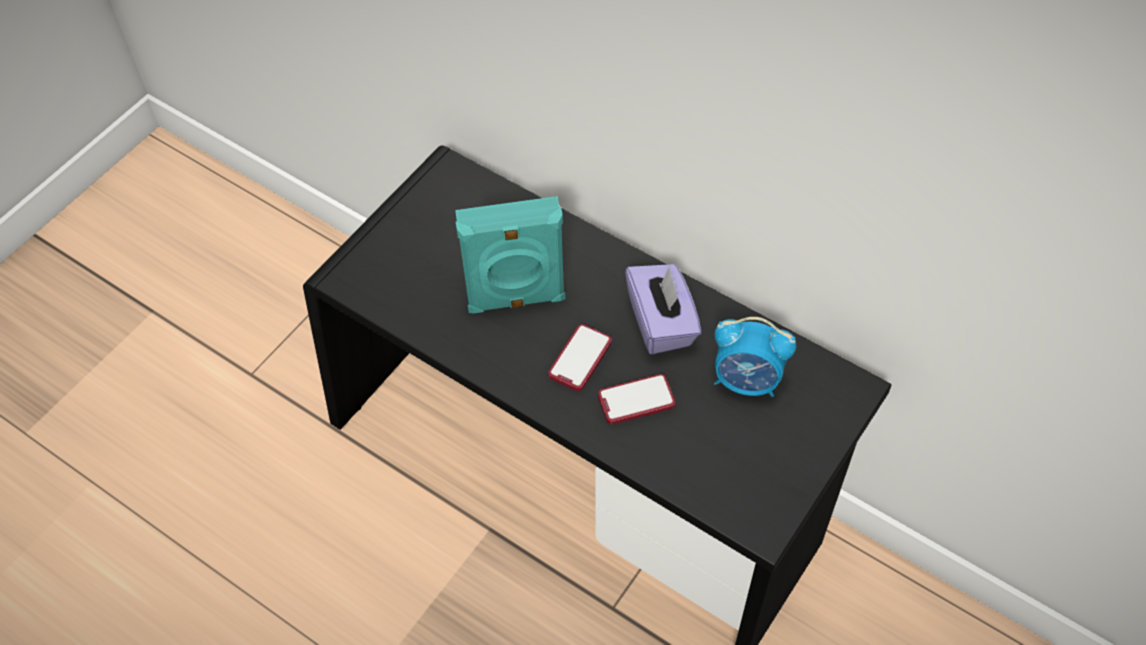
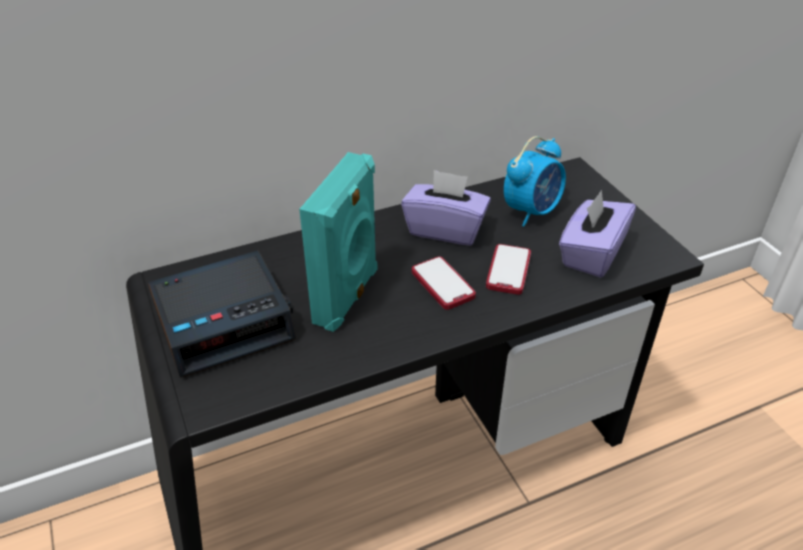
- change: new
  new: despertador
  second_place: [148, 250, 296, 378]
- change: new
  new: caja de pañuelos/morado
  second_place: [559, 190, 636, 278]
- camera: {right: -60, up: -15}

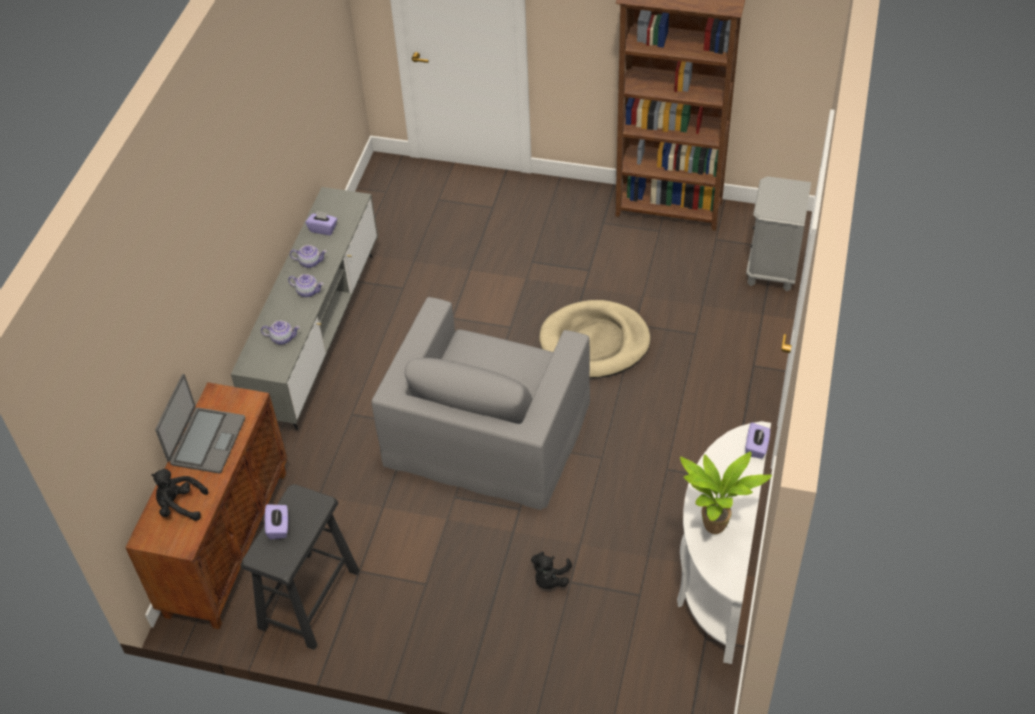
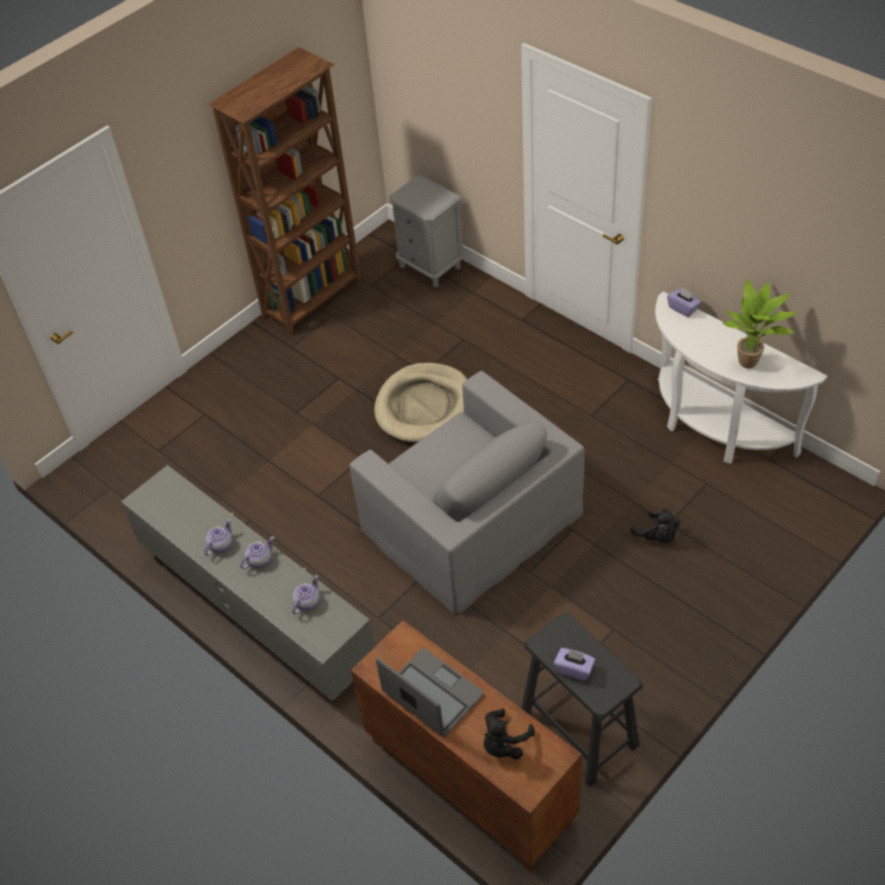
- change: gone
  old: caja de pañuelos/morado
  first_place: [306, 211, 337, 235]
- camera: {right: -60, up: 0}

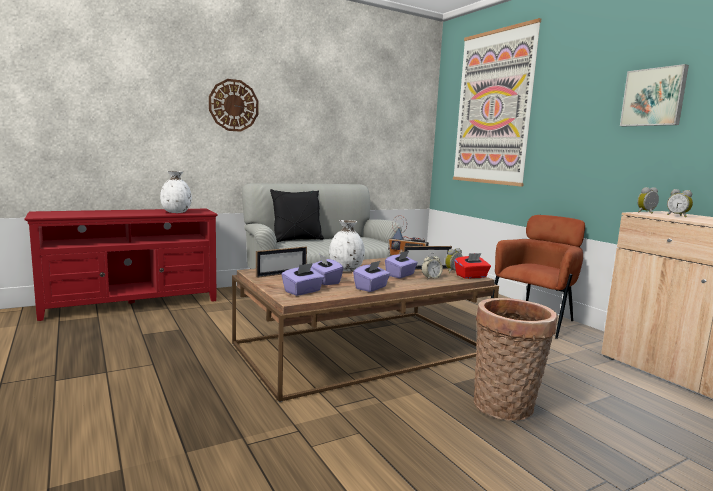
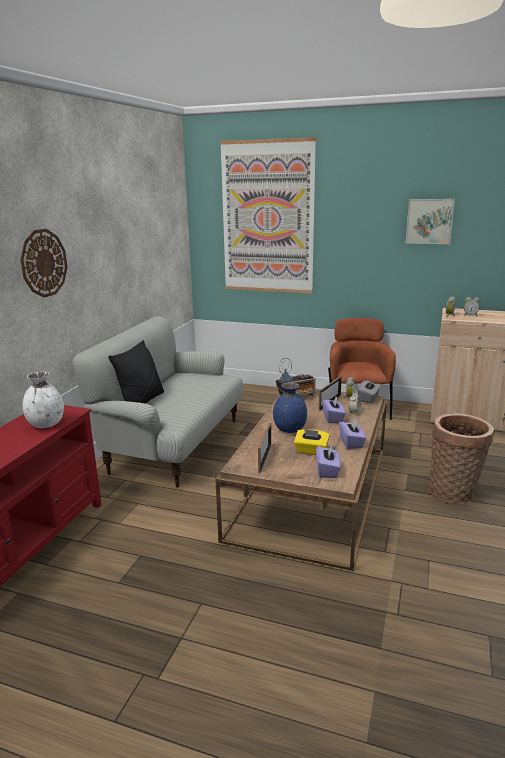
- change: repainted
  old: florero/blanco
  new: florero/azul
  first_place: [329, 220, 365, 272]
  second_place: [273, 382, 307, 433]
- change: repainted
  old: caja de pañuelos/morado
  new: caja de pañuelos/amarillo
  first_place: [311, 255, 343, 285]
  second_place: [294, 429, 330, 455]
- change: repainted
  old: caja de pañuelos/rojo
  new: caja de pañuelos/gris
  first_place: [454, 253, 491, 279]
  second_place: [357, 379, 381, 403]
- camera: {right: -40, up: 10}

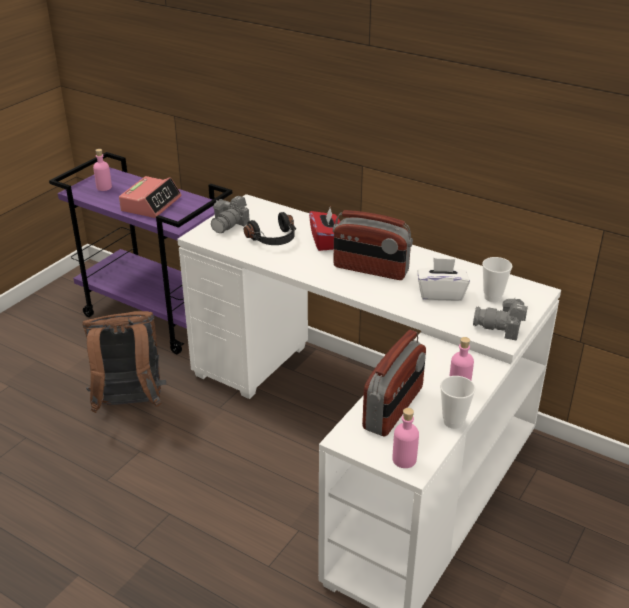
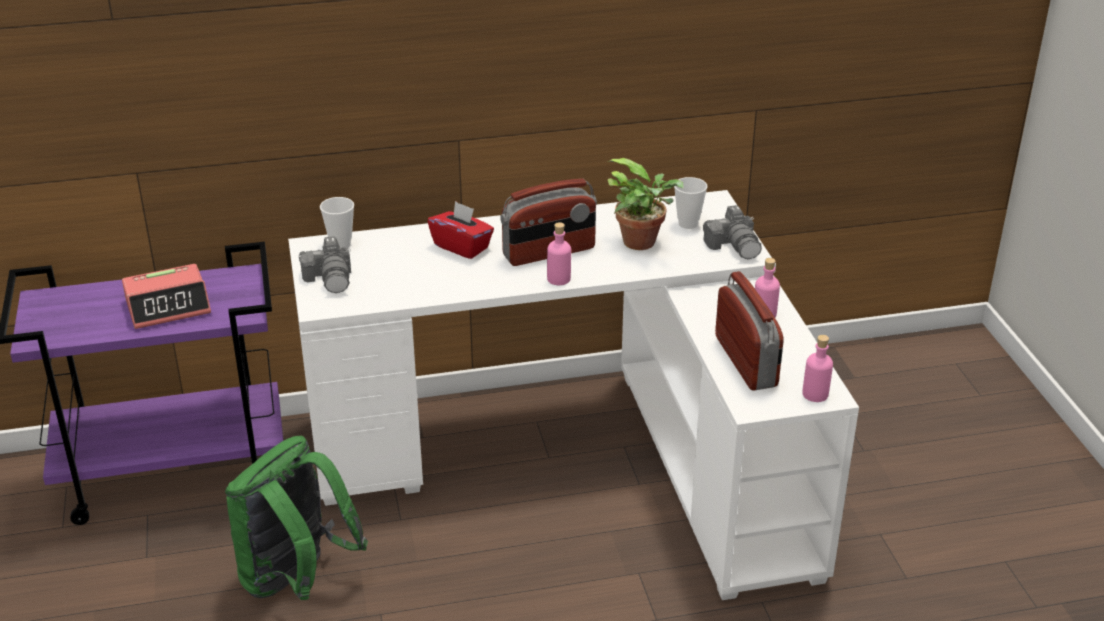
- change: rotated
  old: despertador
  first_place: [119, 176, 182, 218]
  second_place: [122, 264, 211, 329]
  degrees: 90
- change: repainted
  old: mochila/marrón
  new: mochila/verde
  first_place: [82, 311, 166, 413]
  second_place: [225, 436, 368, 600]
- change: shifted
  old: taza
  first_place: [440, 376, 476, 429]
  second_place: [320, 197, 354, 248]
- change: shifted
  old: botella/rosa
  first_place: [93, 149, 112, 191]
  second_place: [547, 222, 571, 285]
- change: swapped
  old: caja de pañuelos/blanco
  new: planta en maceta
  first_place: [418, 258, 470, 301]
  second_place: [608, 158, 684, 250]
- change: rotated
  old: cámara
  first_place: [473, 297, 528, 340]
  second_place: [703, 205, 762, 259]
  degrees: -75
- change: gone
  old: auriculares/negro
  first_place: [244, 212, 296, 245]
- camera: {right: -45, up: 0}

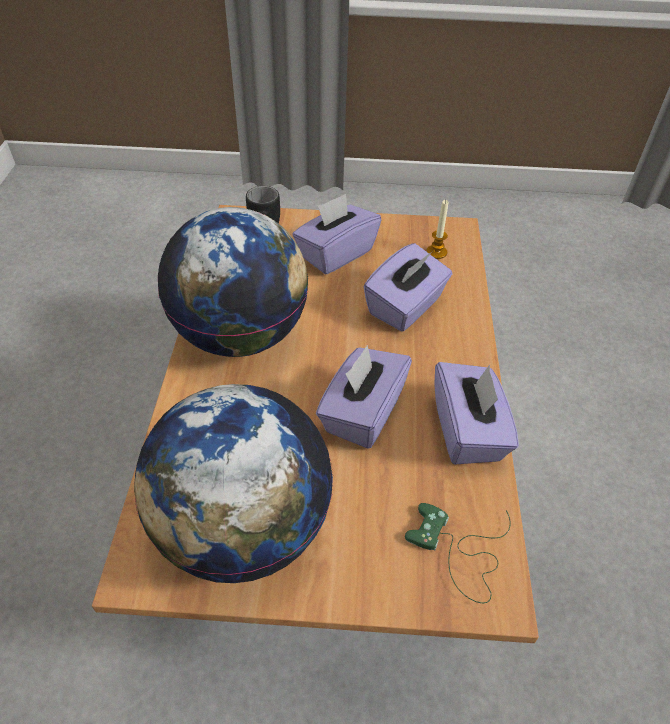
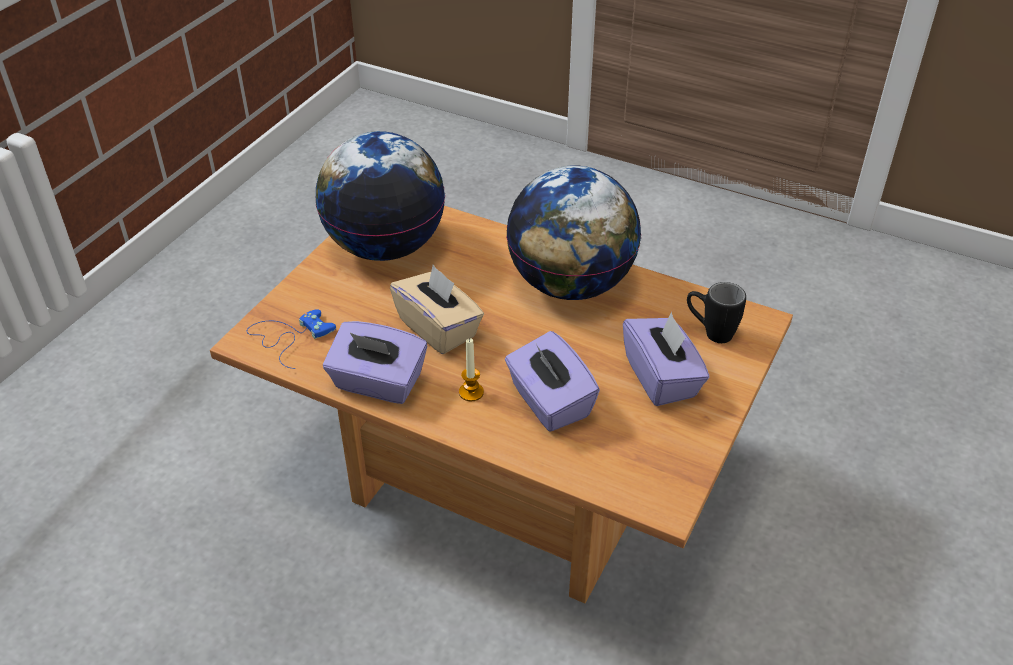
- change: repainted
  old: mando de consola/verde
  new: mando de consola/azul
  first_place: [405, 503, 511, 603]
  second_place: [247, 309, 336, 369]
- change: repainted
  old: caja de pañuelos/morado
  new: caja de pañuelos/beis
  first_place: [316, 345, 412, 449]
  second_place: [390, 265, 484, 354]
- change: shifted
  old: vela
  first_place: [427, 200, 449, 259]
  second_place: [459, 338, 484, 401]
- camera: {right: 115, up: -5}

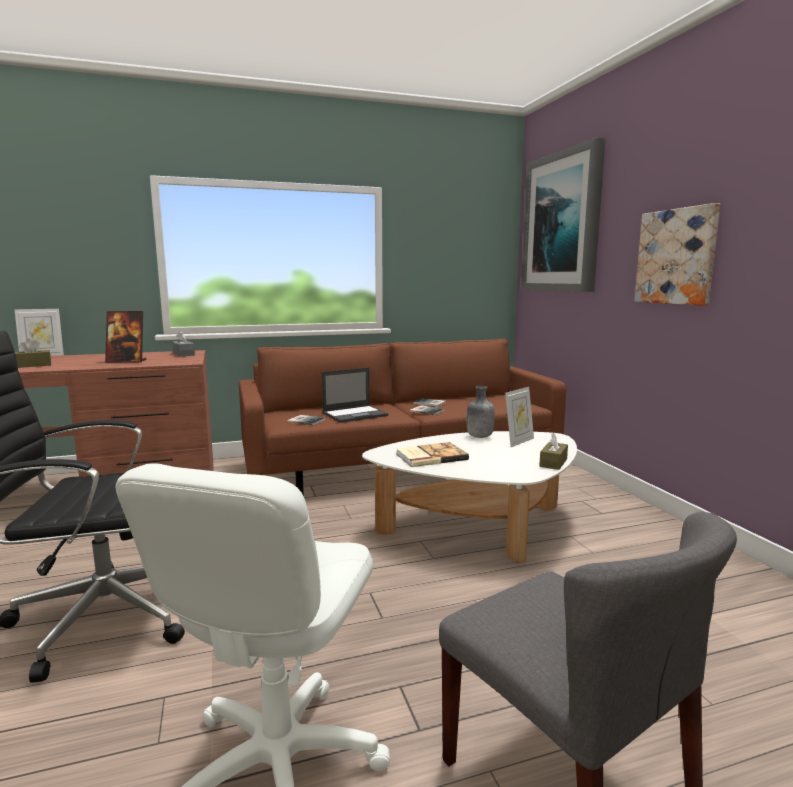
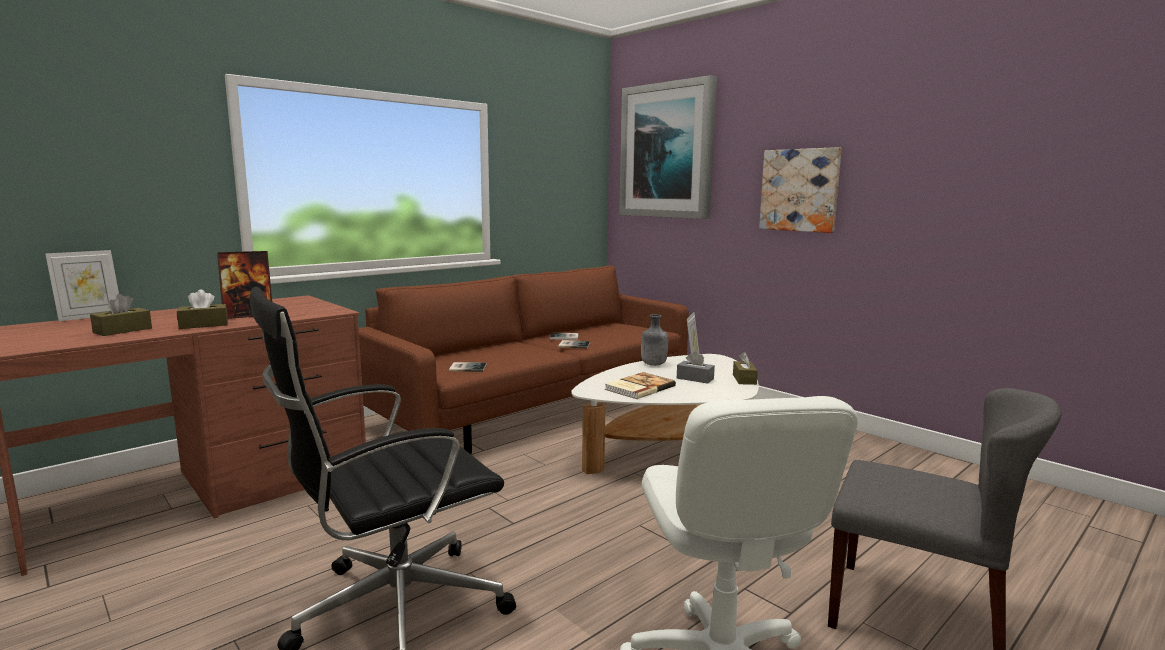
- change: new
  new: caja de pañuelos/marrón
  second_place: [177, 289, 228, 329]
- change: shifted
  old: caja de pañuelos/gris
  first_place: [172, 331, 195, 357]
  second_place: [677, 352, 715, 384]
- change: gone
  old: portátil
  first_place: [322, 368, 388, 423]
- camera: {right: -25, up: 0}

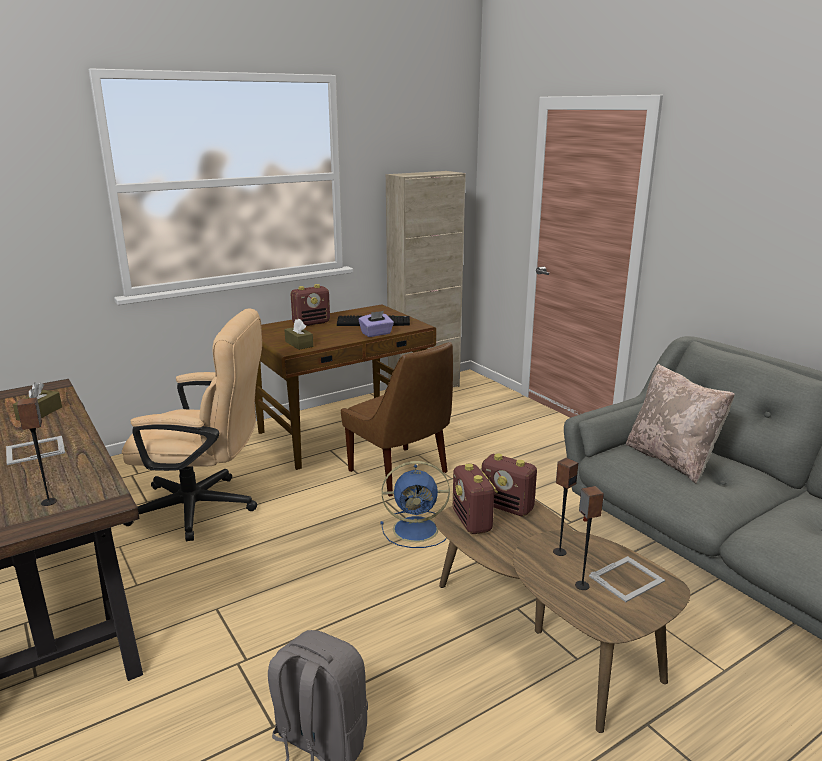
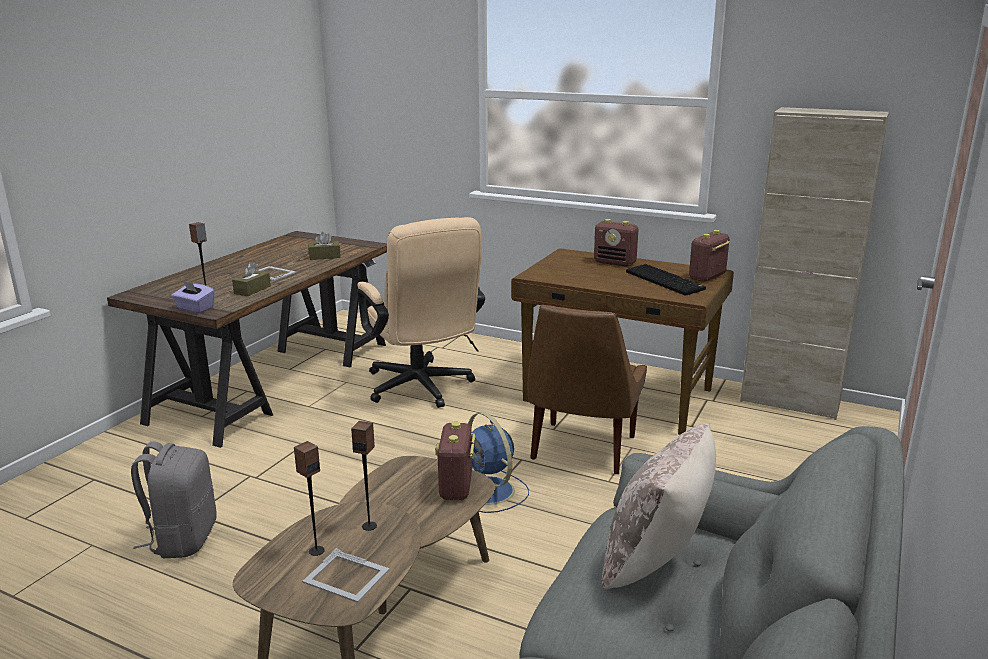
- change: shifted
  old: caja de pañuelos/morado
  first_place: [359, 311, 394, 337]
  second_place: [171, 280, 215, 313]
- change: shifted
  old: caja de pañuelos/marrón
  first_place: [284, 318, 313, 350]
  second_place: [232, 262, 271, 296]
- change: shifted
  old: radio
  first_place: [453, 463, 498, 534]
  second_place: [689, 230, 730, 282]
- camera: {right: 60, up: 0}

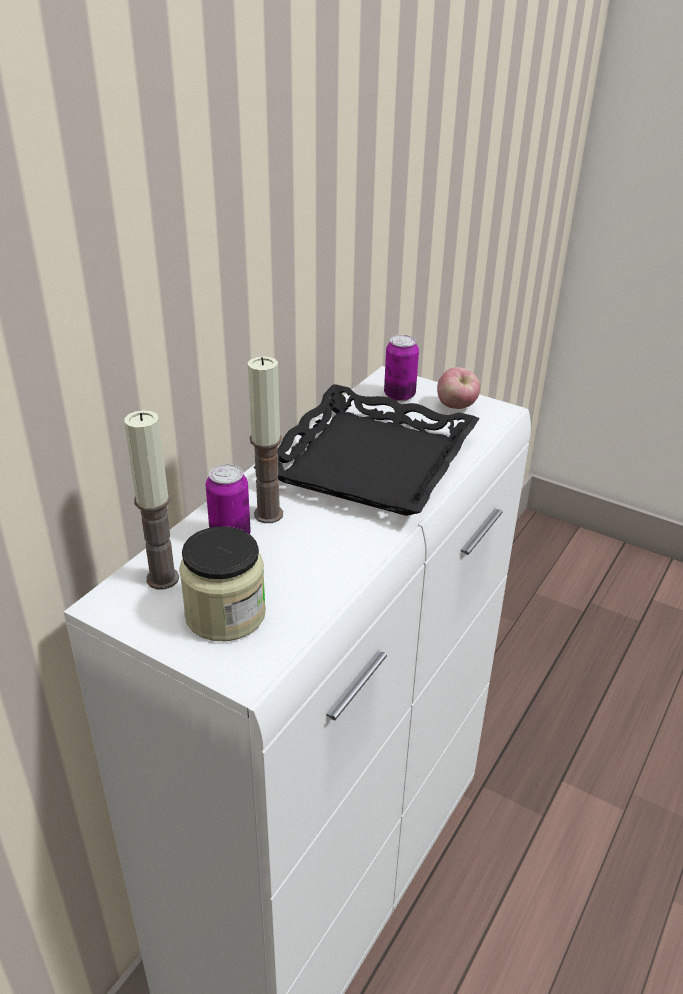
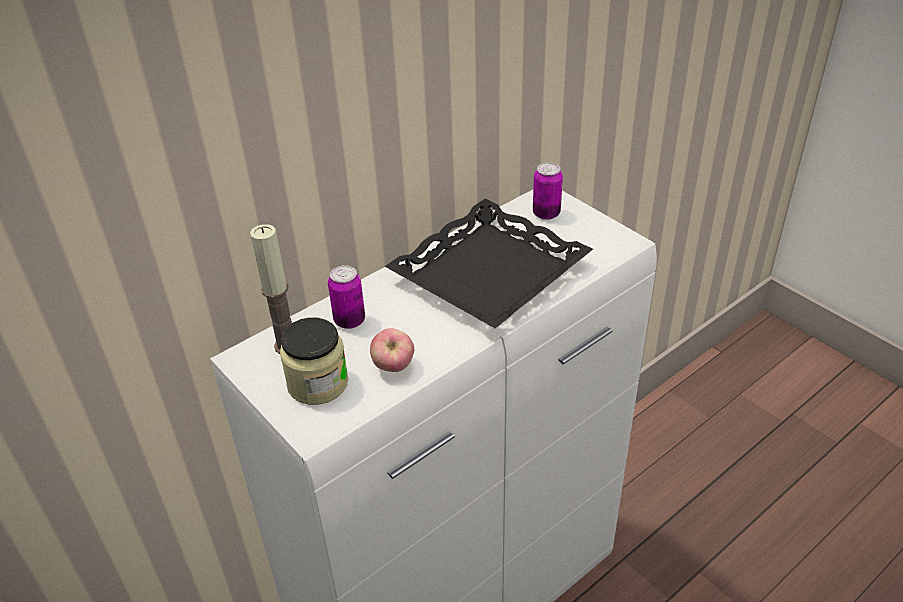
- change: shifted
  old: manzana
  first_place: [437, 367, 480, 409]
  second_place: [370, 328, 414, 372]
- change: gone
  old: vela
  first_place: [248, 356, 283, 523]
- camera: {right: 20, up: 5}

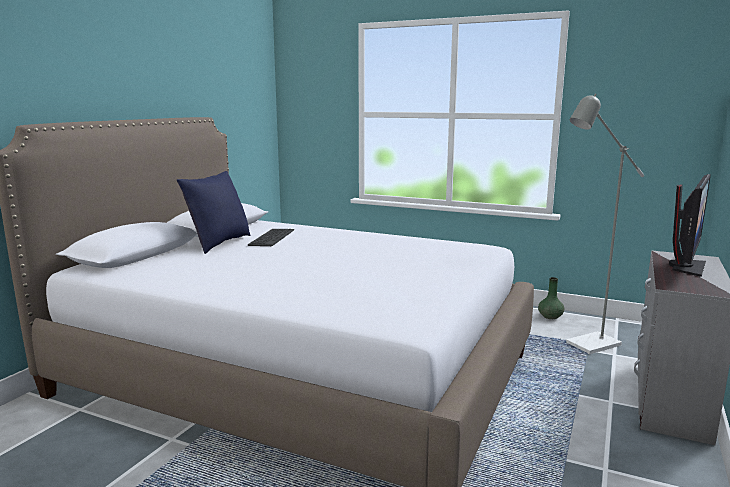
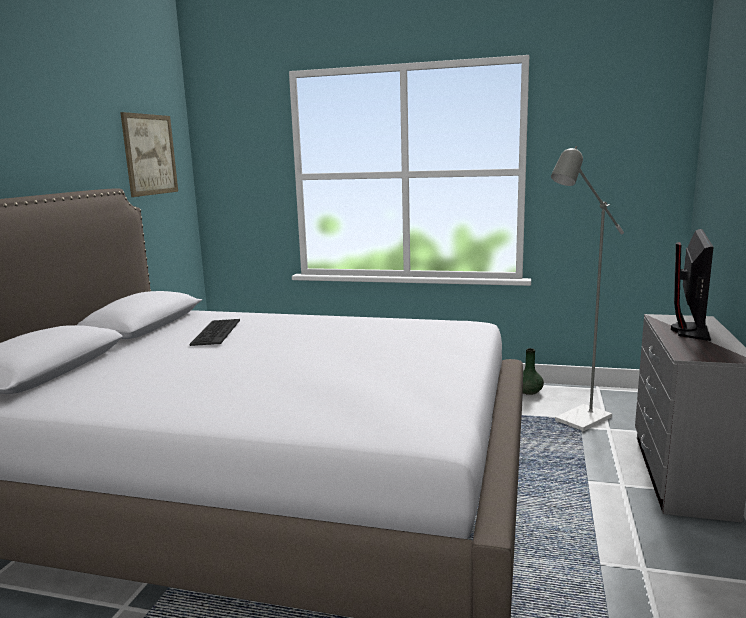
- change: new
  new: cuadro
  second_place: [120, 112, 178, 197]
- change: gone
  old: cojín/azul
  first_place: [176, 171, 250, 254]
- camera: {right: -10, up: 0}

